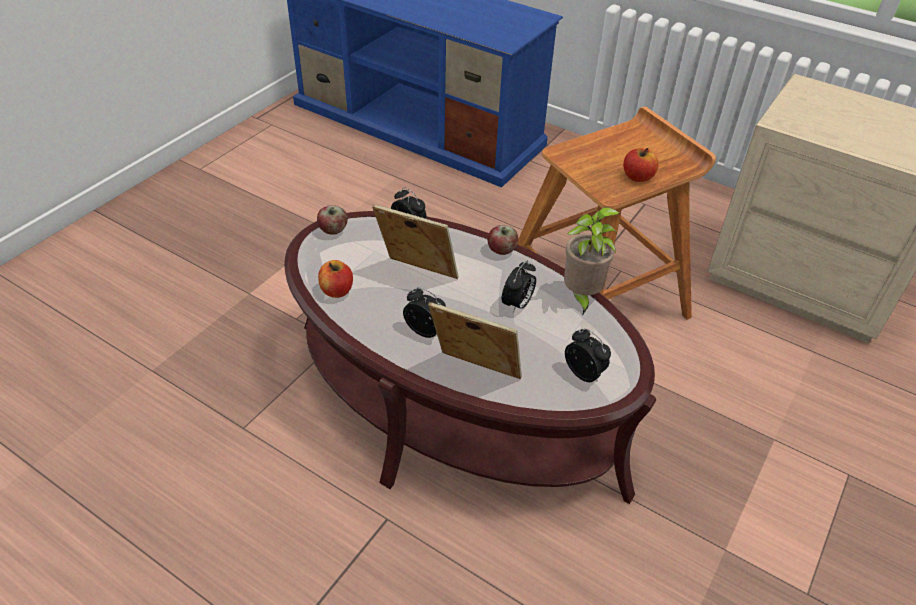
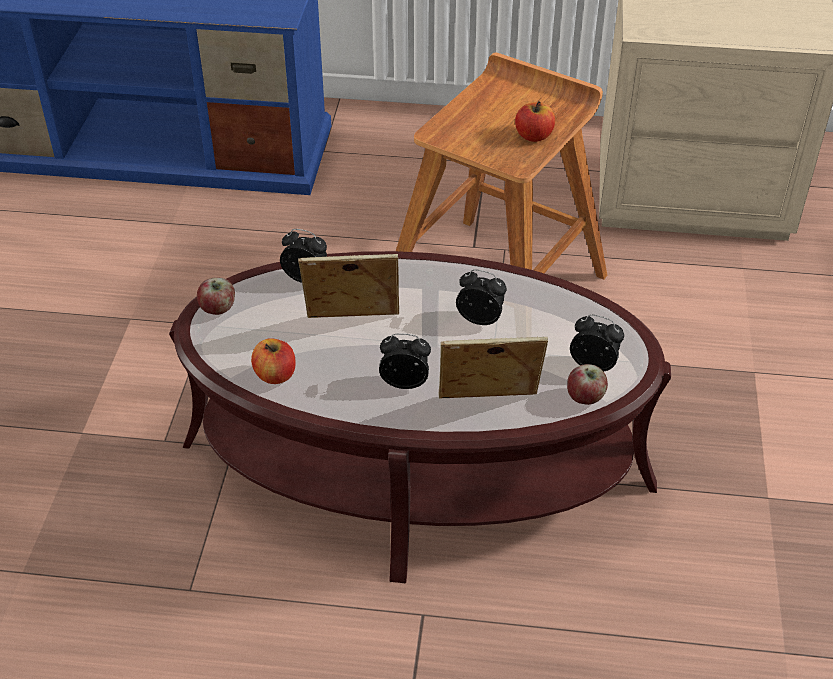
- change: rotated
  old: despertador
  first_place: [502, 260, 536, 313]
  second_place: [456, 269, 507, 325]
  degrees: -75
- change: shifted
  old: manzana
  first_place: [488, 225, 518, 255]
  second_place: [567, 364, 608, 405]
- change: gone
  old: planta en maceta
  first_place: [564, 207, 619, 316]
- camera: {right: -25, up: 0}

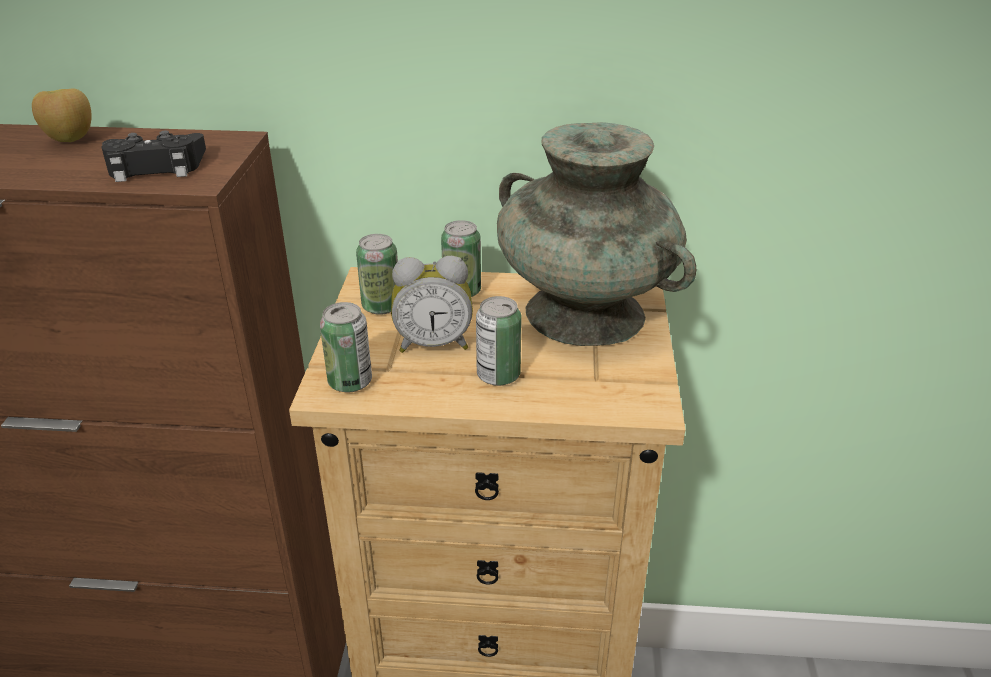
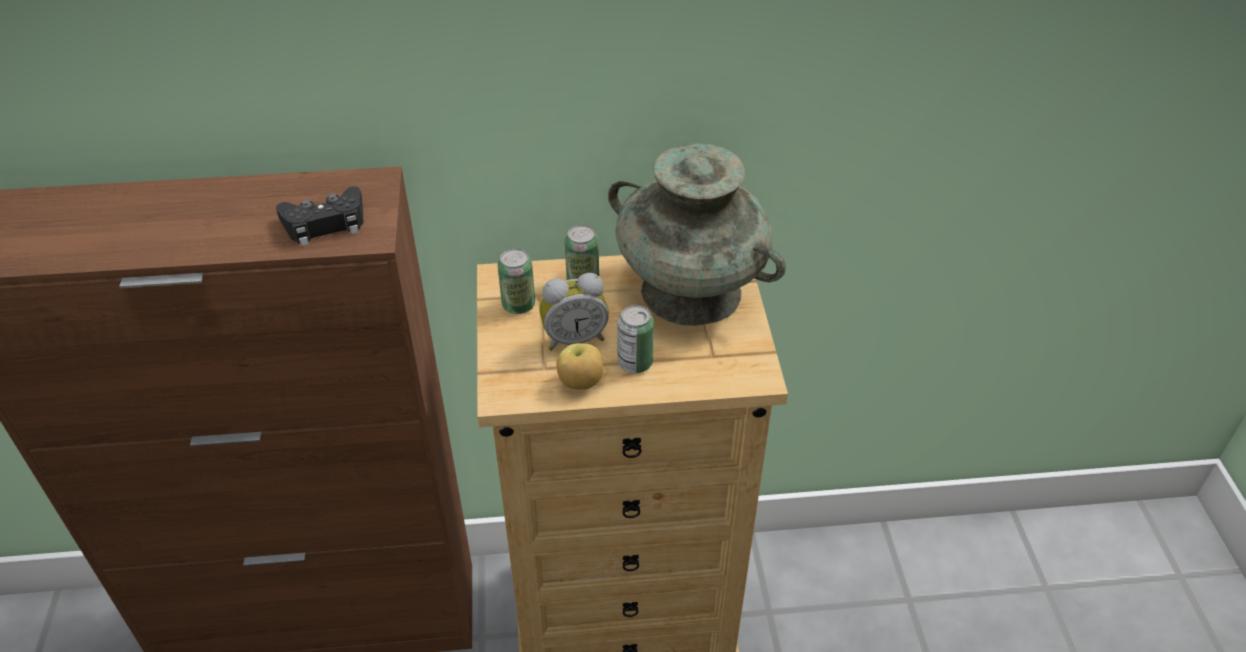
- change: shifted
  old: manzana
  first_place: [32, 88, 92, 142]
  second_place: [556, 343, 603, 390]
- change: gone
  old: lata
  first_place: [320, 302, 372, 393]
- camera: {right: -10, up: 10}

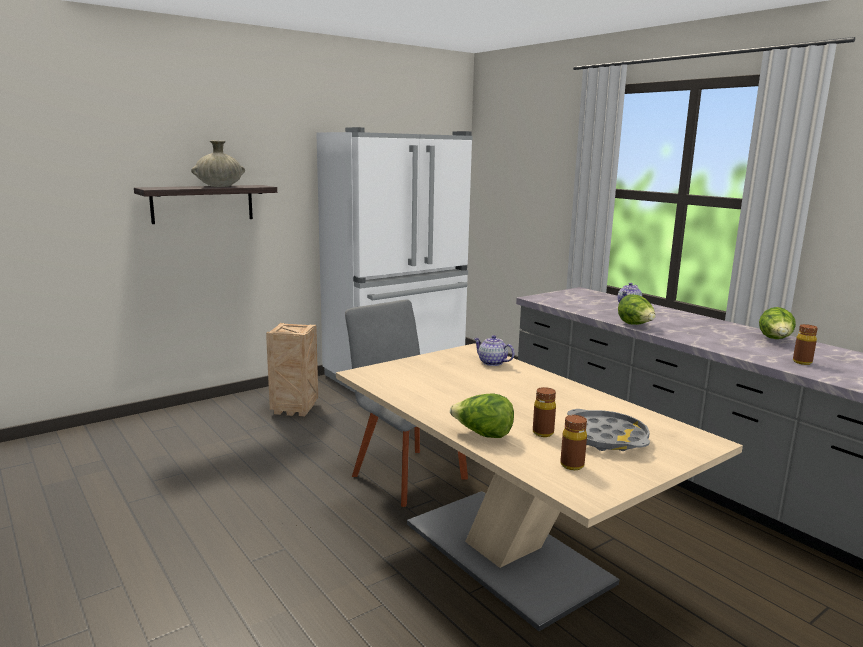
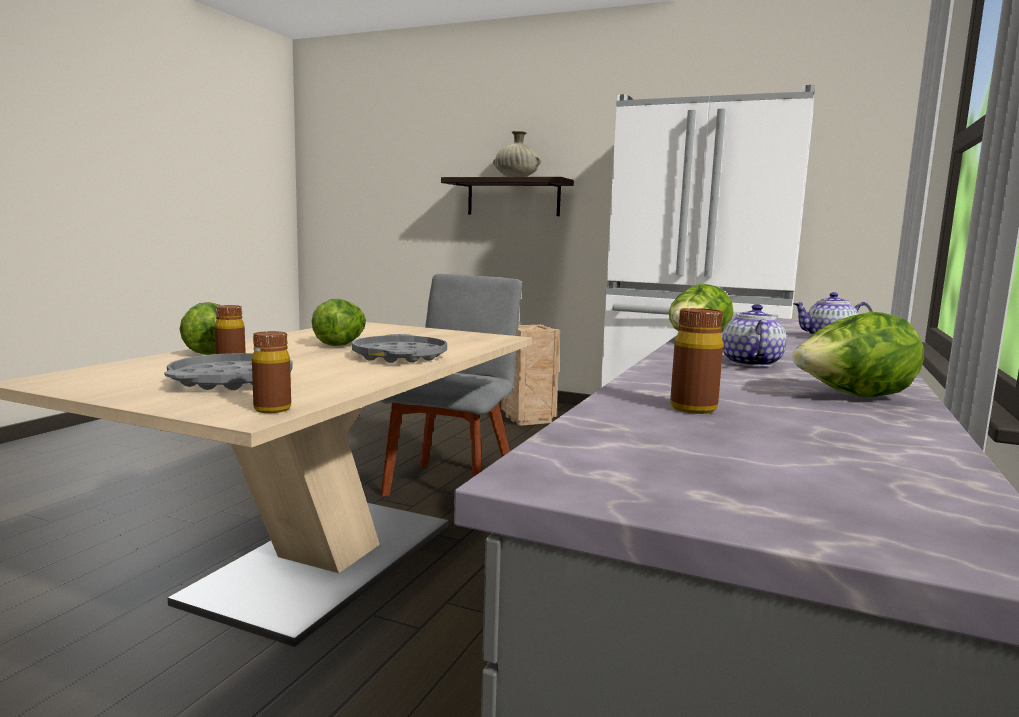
- change: shifted
  old: botella/marrón
  first_place: [560, 415, 587, 470]
  second_place: [252, 331, 291, 413]
- change: new
  new: lechuga
  second_place: [311, 299, 366, 346]
- change: new
  new: bandeja/gris
  second_place: [352, 334, 447, 363]
- change: shifted
  old: tetera
  first_place: [474, 335, 515, 366]
  second_place: [722, 304, 786, 367]
- camera: {right: 60, up: -5}

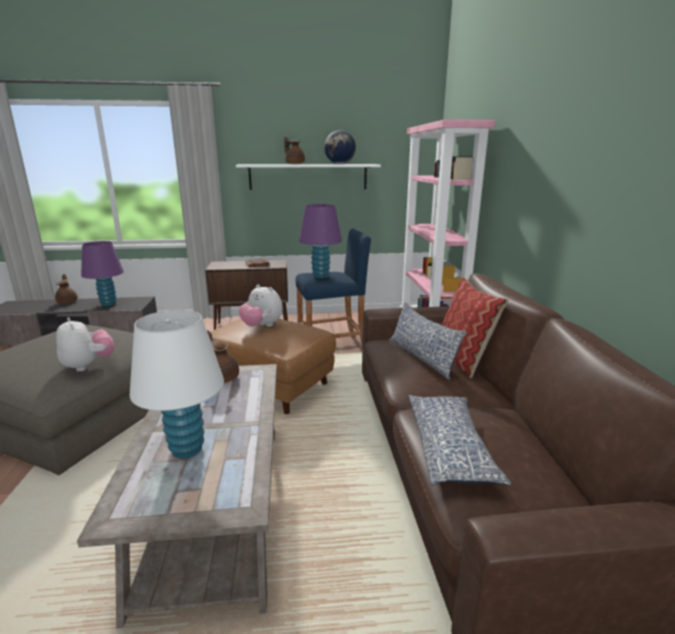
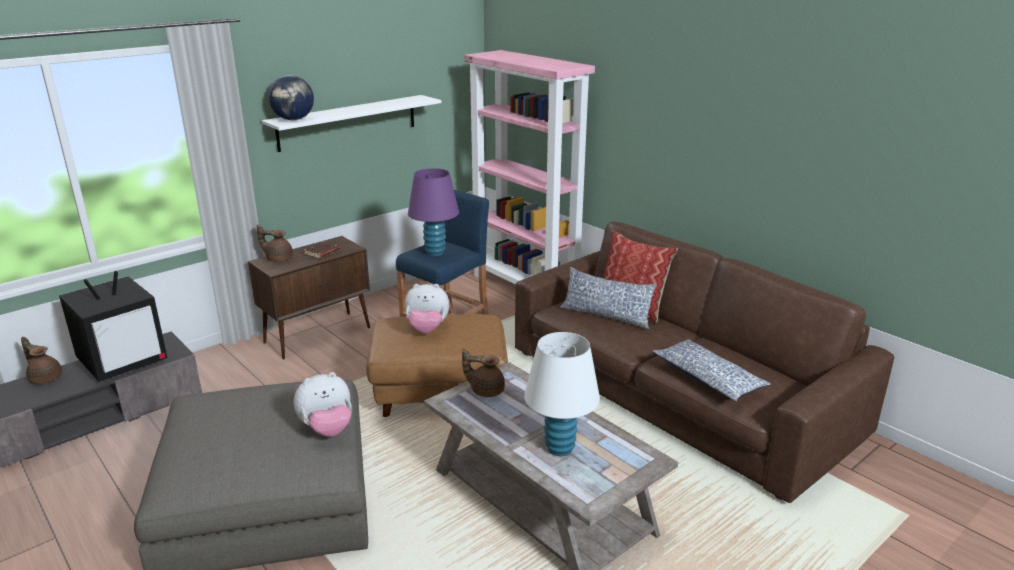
- change: swapped
  old: lámpara de mesa/morado
  new: televisor
  first_place: [81, 241, 124, 306]
  second_place: [59, 271, 167, 382]
- change: shifted
  old: tetera/marrón
  first_place: [284, 137, 305, 164]
  second_place: [257, 225, 293, 262]
- change: shifted
  old: globo terráqueo
  first_place: [324, 130, 356, 164]
  second_place: [268, 75, 314, 120]
- change: rotated
  old: peluche
  first_place: [56, 317, 114, 372]
  second_place: [294, 372, 352, 437]
  degrees: 135
- camera: {right: -35, up: 5}

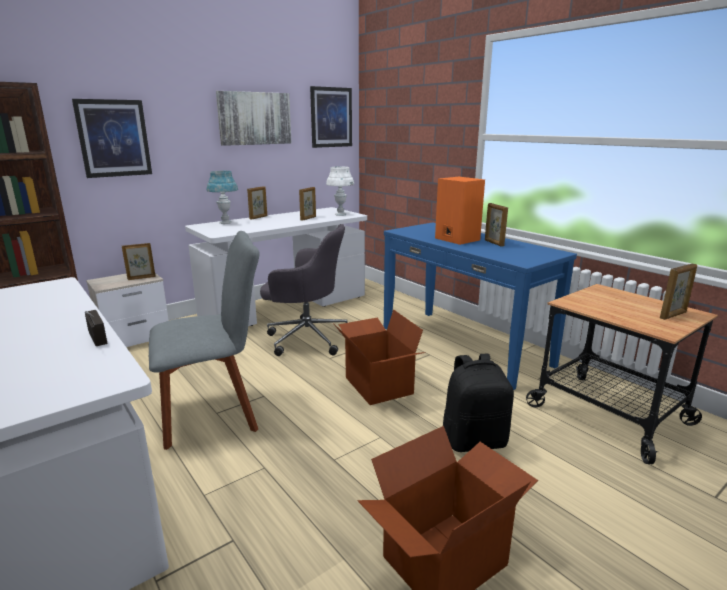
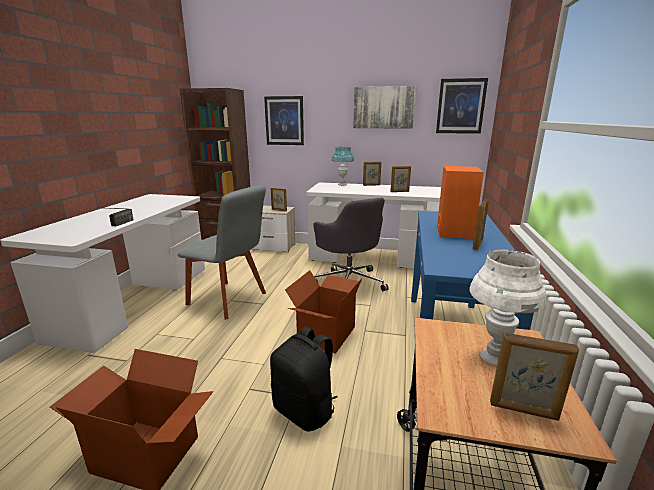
- change: shifted
  old: lámpara de mesa/blanco
  first_place: [326, 166, 354, 216]
  second_place: [470, 249, 546, 366]
- camera: {right: 50, up: 0}

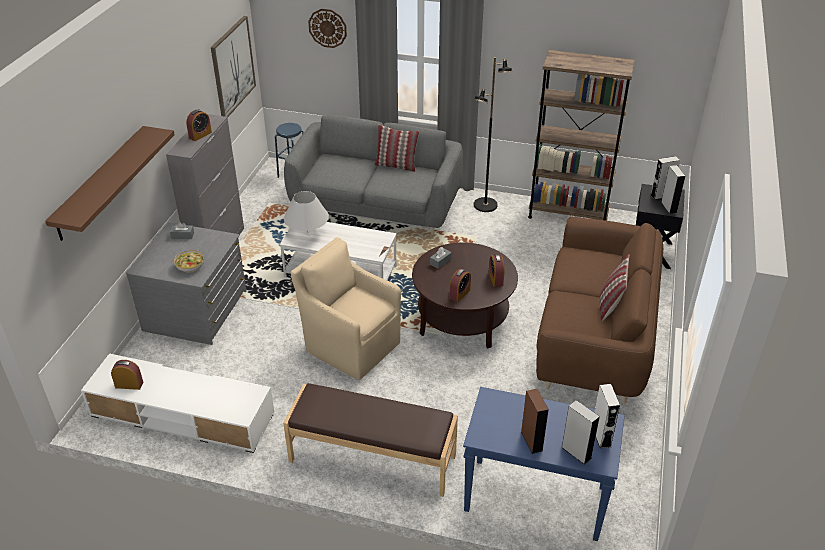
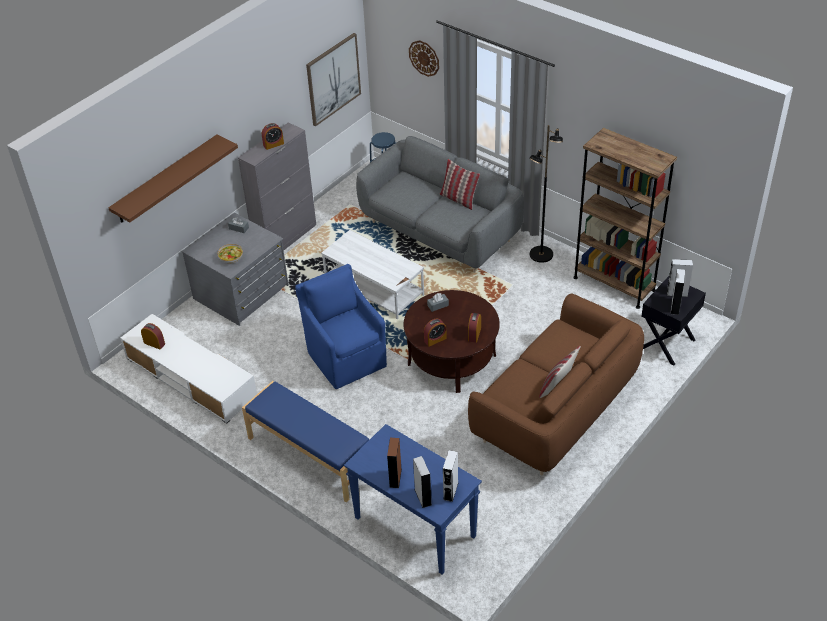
- change: repainted
  old: banco/marrón
  new: banco/azul
  first_place: [283, 383, 458, 497]
  second_place: [242, 381, 369, 502]
- change: repainted
  old: sillón/beis
  new: sillón/azul
  first_place: [291, 237, 401, 380]
  second_place: [295, 264, 387, 389]
- change: gone
  old: lámpara de mesa/blanco
  first_place: [284, 191, 329, 233]
- camera: {right: 25, up: 5}

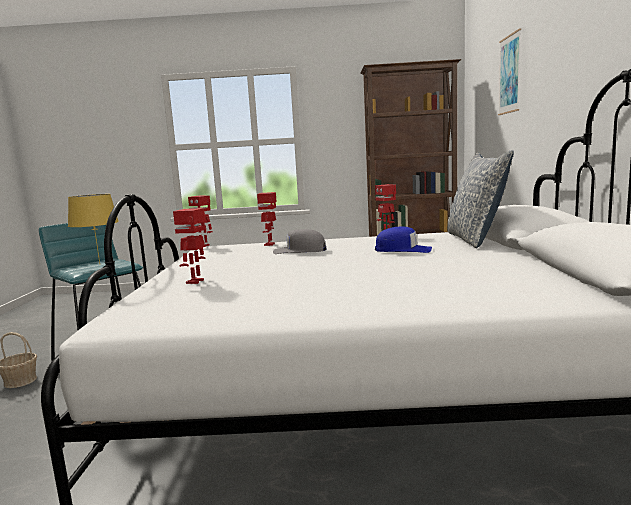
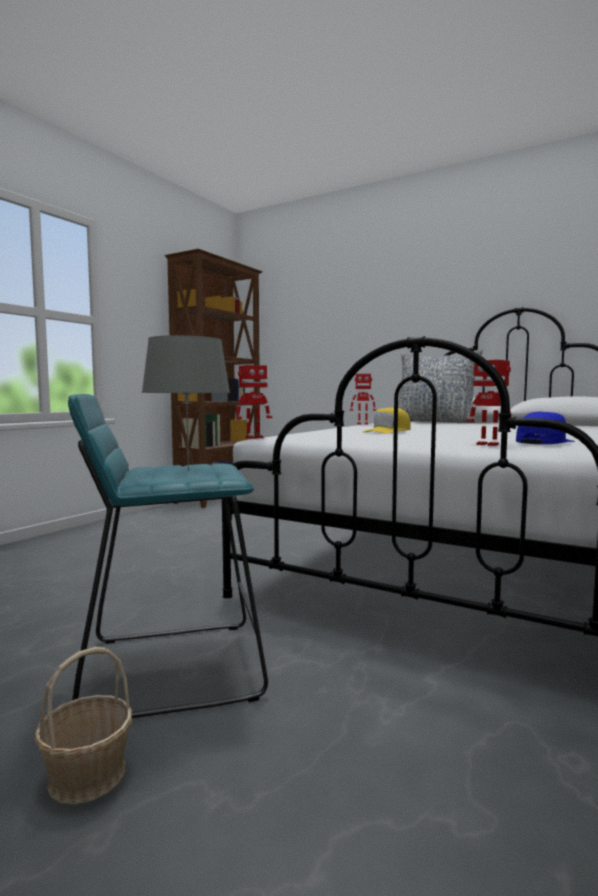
- change: repainted
  old: lámpara de mesa/amarillo
  new: lámpara de mesa/gris
  first_place: [68, 194, 119, 264]
  second_place: [142, 335, 230, 470]
- change: repainted
  old: gorra/gris
  new: gorra/amarillo
  first_place: [273, 229, 327, 254]
  second_place: [363, 408, 411, 434]
- change: shifted
  old: gorra/azul
  first_place: [375, 226, 432, 253]
  second_place: [516, 412, 575, 444]
- change: gone
  old: robot de juguete
  first_place: [257, 192, 277, 246]
- change: gone
  old: cuadro
  first_place: [498, 28, 521, 115]
- camera: {right: -60, up: -5}

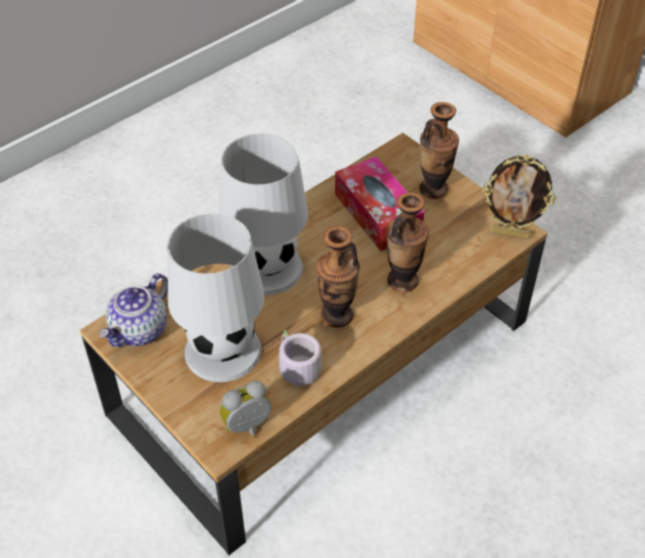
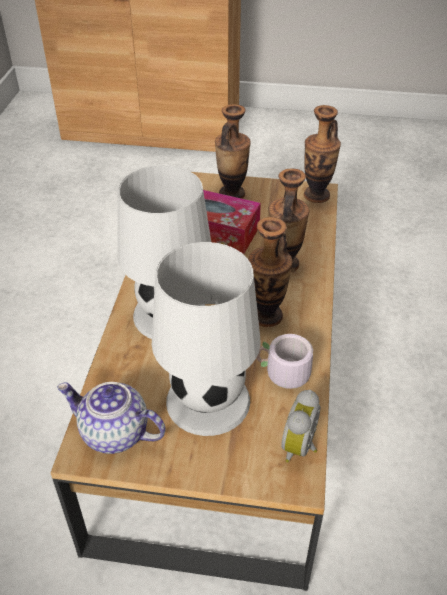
- change: rotated
  old: tetera
  first_place: [99, 273, 168, 347]
  second_place: [57, 382, 165, 454]
  degrees: 120
- change: swapped
  old: portarretratos
  new: florero
  first_place: [482, 155, 556, 239]
  second_place: [304, 105, 341, 203]
- camera: {right: -40, up: -5}

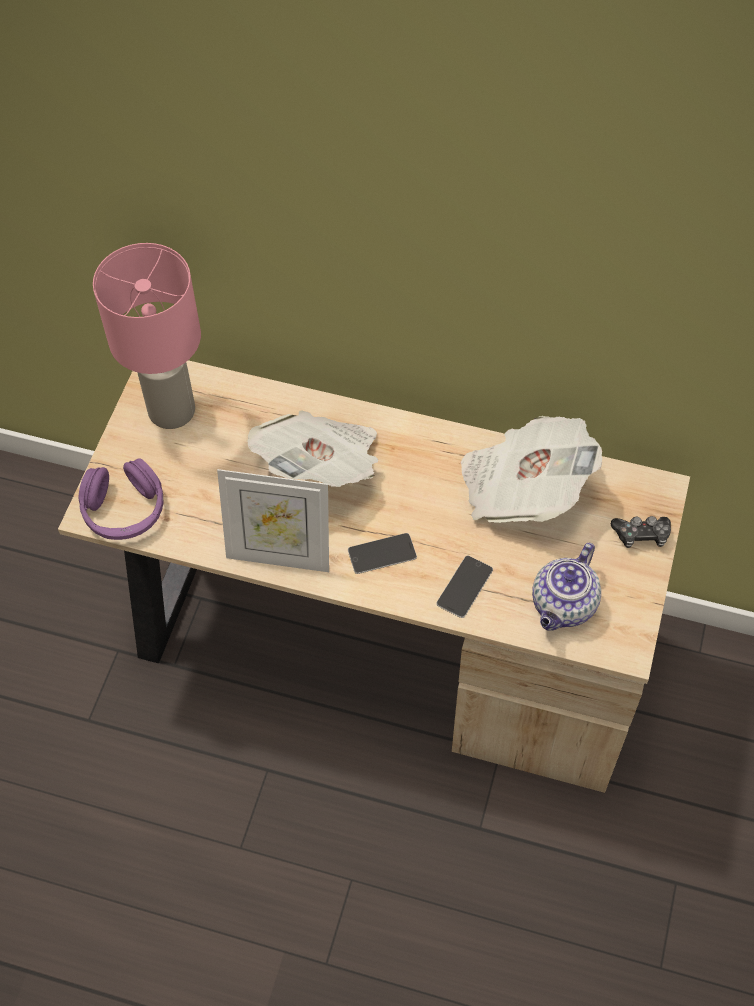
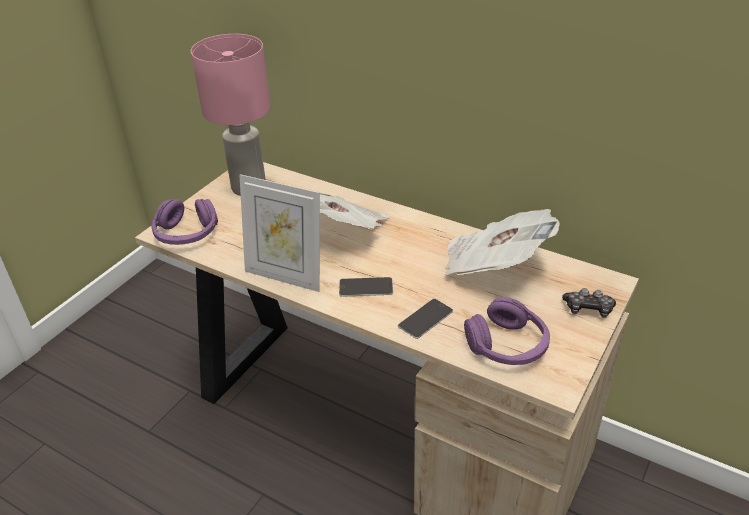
- change: swapped
  old: tetera
  new: auriculares/morado
  first_place: [532, 543, 601, 631]
  second_place: [464, 297, 550, 365]
- camera: {right: 15, up: -20}

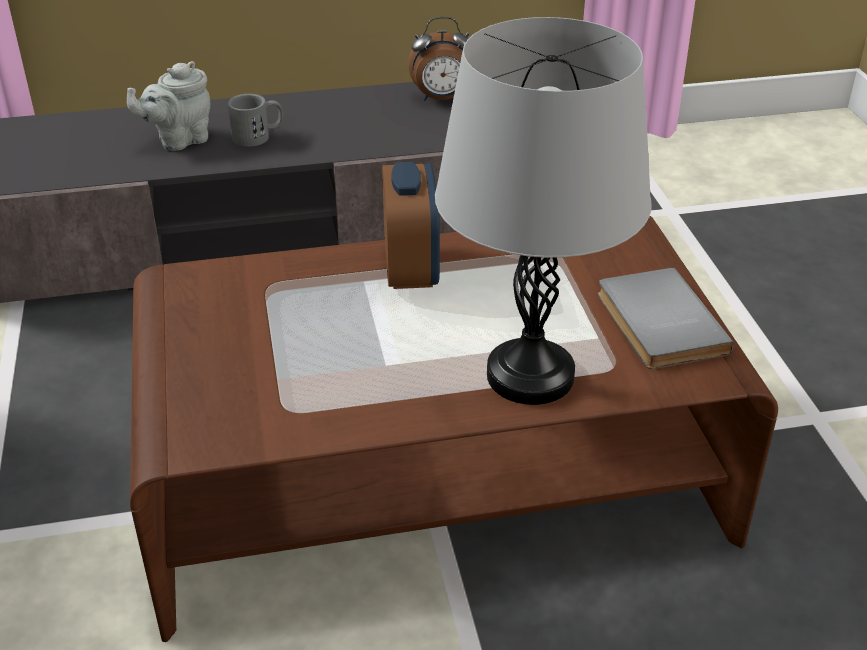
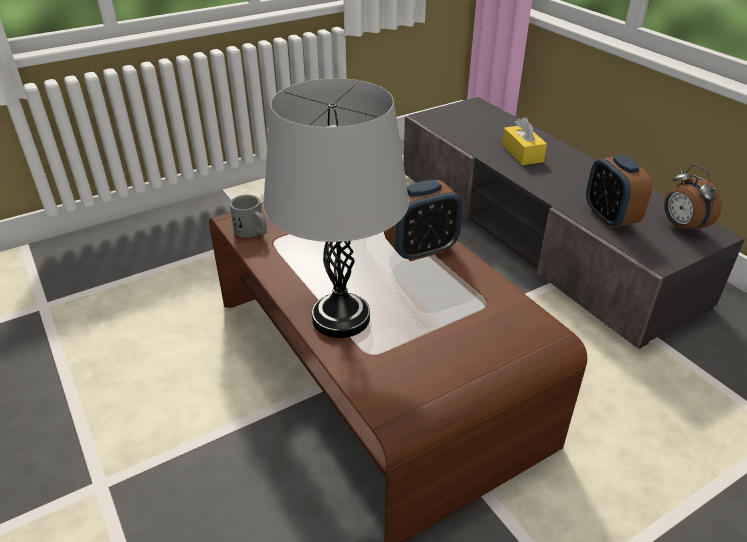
- change: shifted
  old: taza grande/gris
  first_place: [228, 94, 283, 147]
  second_place: [229, 195, 267, 238]
- change: swapped
  old: tetera/gris
  new: caja de pañuelos/amarillo
  first_place: [127, 61, 210, 151]
  second_place: [502, 117, 547, 165]
- change: new
  new: despertador
  second_place: [586, 155, 652, 228]
- change: gone
  old: libro/gris
  first_place: [598, 267, 734, 369]
- camera: {right: 70, up: 0}

